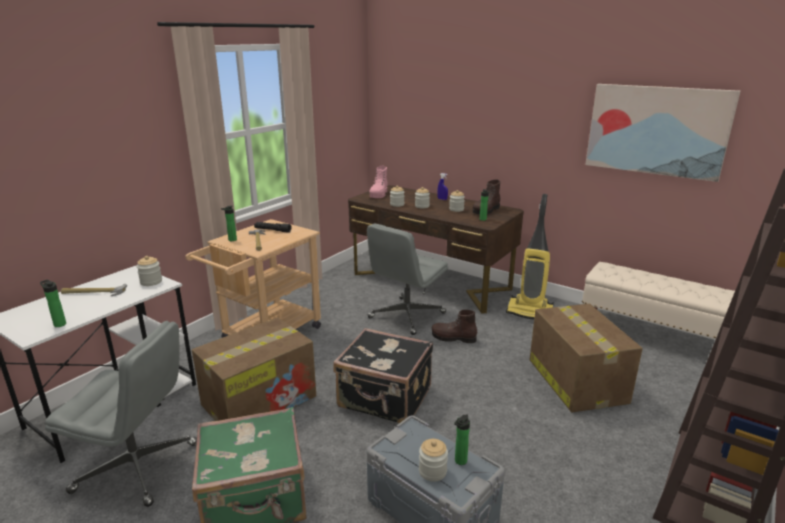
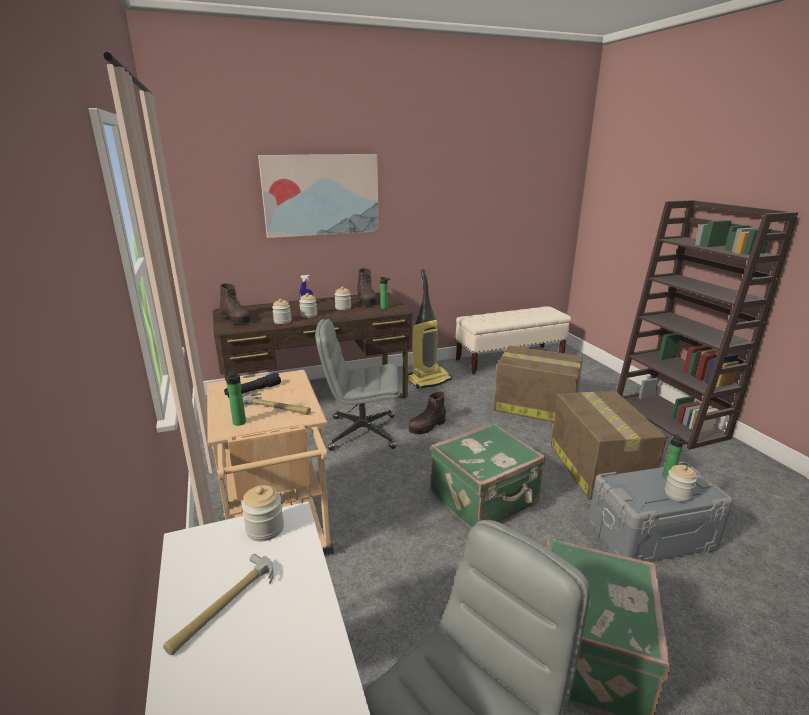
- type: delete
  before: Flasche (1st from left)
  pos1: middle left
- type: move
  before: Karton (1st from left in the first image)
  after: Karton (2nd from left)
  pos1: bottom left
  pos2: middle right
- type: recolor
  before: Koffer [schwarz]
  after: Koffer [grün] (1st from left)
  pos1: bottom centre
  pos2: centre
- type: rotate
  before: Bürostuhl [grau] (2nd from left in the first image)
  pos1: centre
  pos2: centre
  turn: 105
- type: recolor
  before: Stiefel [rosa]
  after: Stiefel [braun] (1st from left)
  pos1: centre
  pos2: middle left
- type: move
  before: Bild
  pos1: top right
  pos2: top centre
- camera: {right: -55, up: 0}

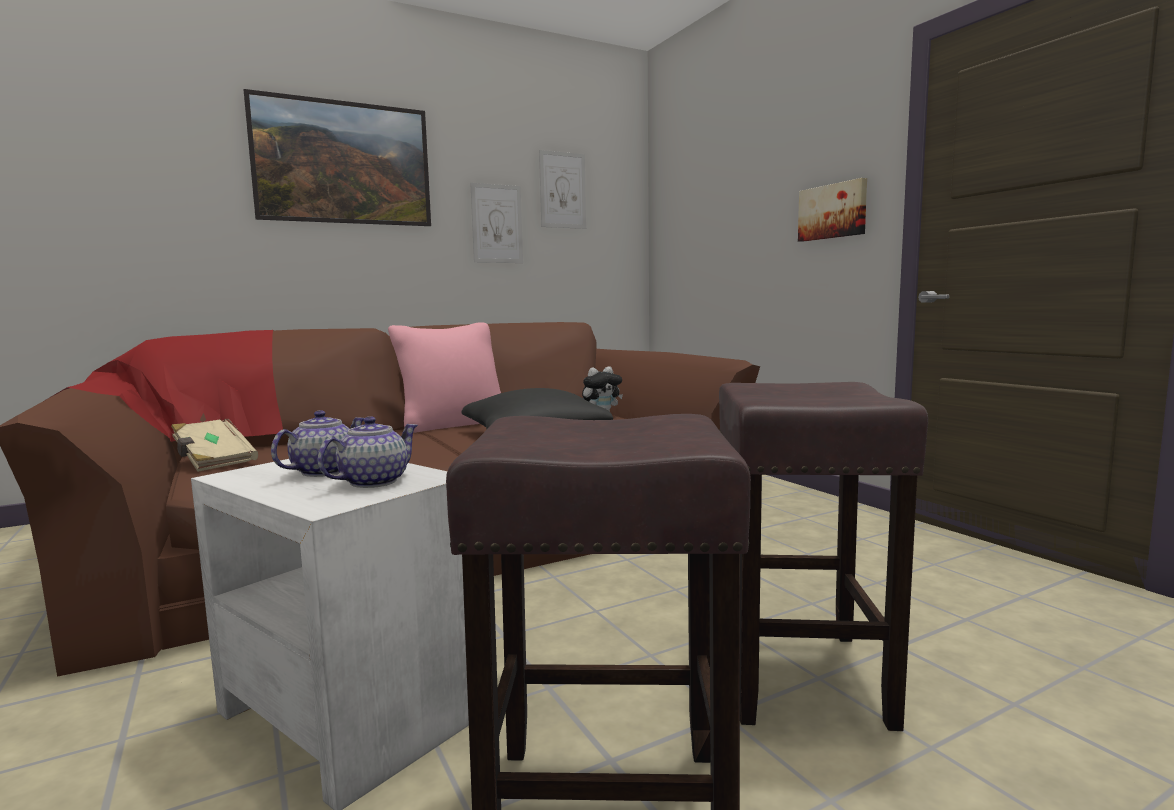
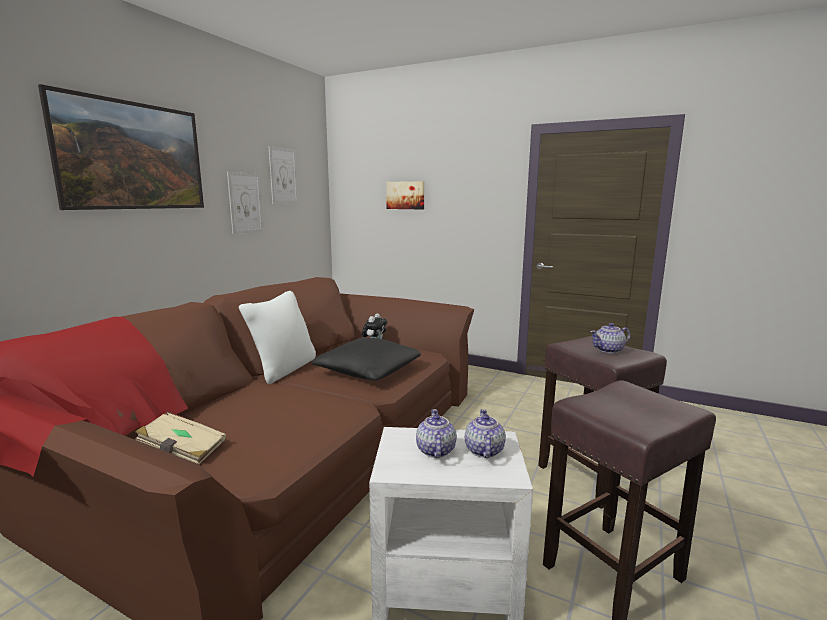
- type: recolor
  before: Kissen [rosa]
  after: Kissen [weiß]
  pos1: centre
  pos2: centre
- type: move
  before: Bild (4th from left)
  pos1: top right
  pos2: top centre
- type: insert
  after: Teekanne (3rd from left)
  pos2: middle right
- camera: {right: -35, up: 5}

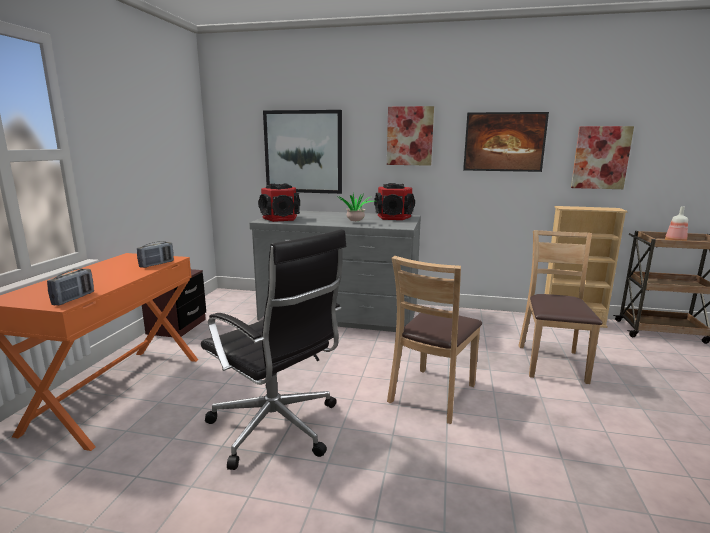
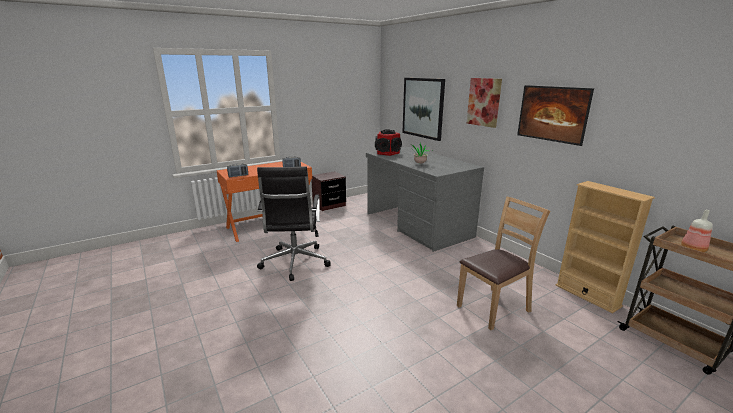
- type: delete
  before: Lautsprecher (2nd from left)
  pos1: centre
- type: delete
  before: Stuhl [braun] (1st from left)
  pos1: centre
- type: delete
  before: Bild (4th from left)
  pos1: top right
- camera: {right: 45, up: 5}

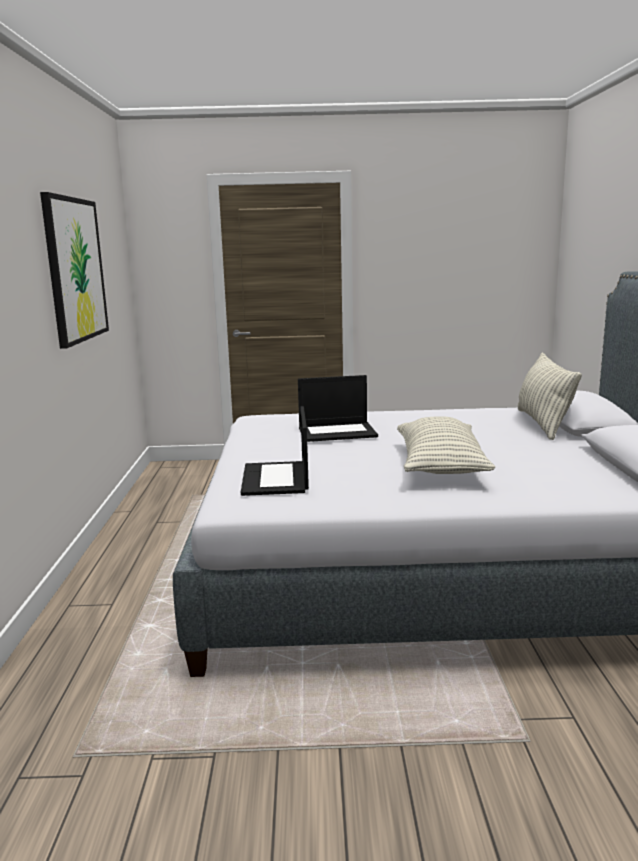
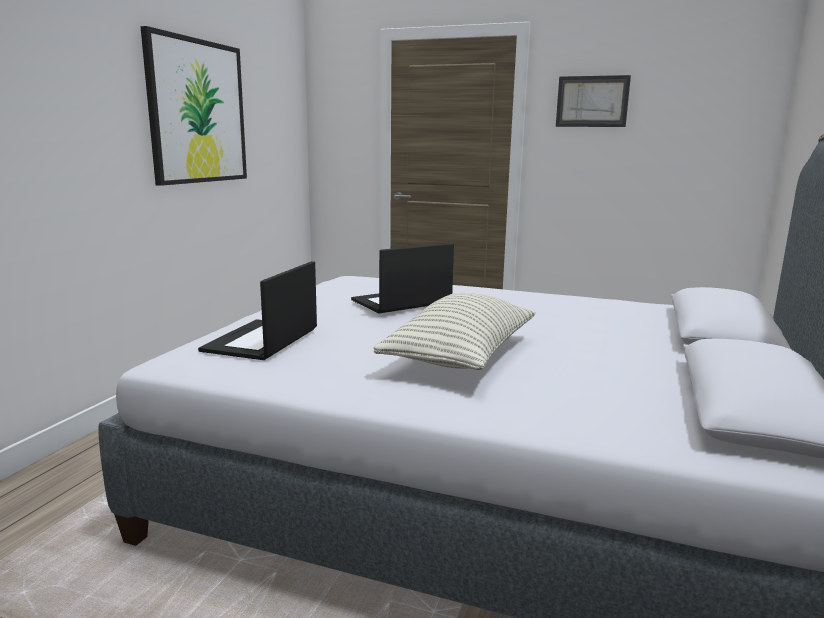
- type: rotate
  before: Laptop (2nd from left)
  pos1: centre
  pos2: centre
  turn: 135
- type: delete
  before: Kissen (2nd from left)
  pos1: middle right
- type: insert
  after: Bild (2nd from left)
  pos2: top right
- camera: {right: 20, up: 0}

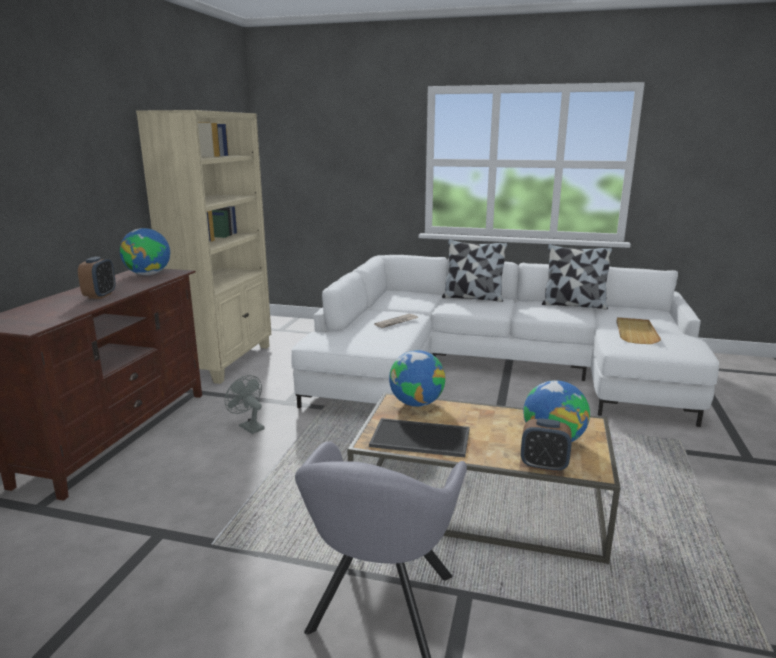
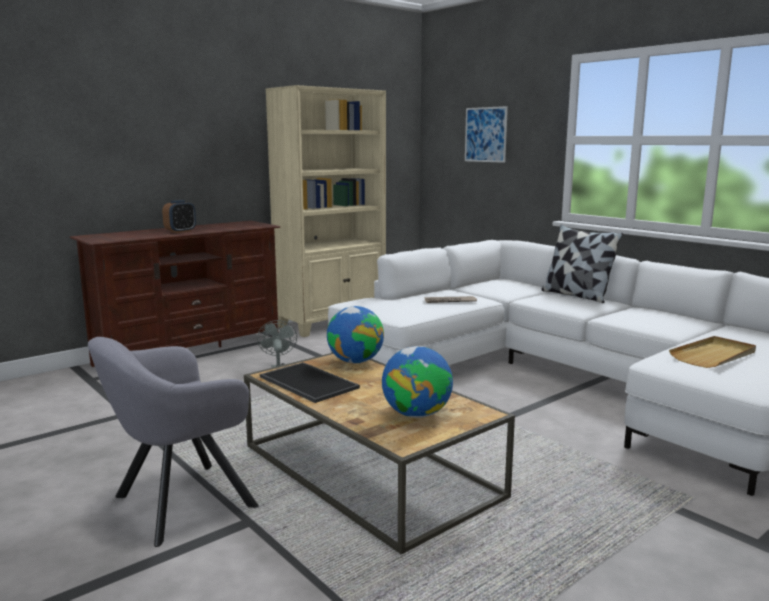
- type: delete
  before: Globus (1st from left)
  pos1: middle left
- type: delete
  before: Wecker (2nd from left)
  pos1: bottom right
- type: delete
  before: Kissen (2nd from left)
  pos1: middle right
- type: insert
  after: Bild
  pos2: top centre
- camera: {right: 35, up: -5}

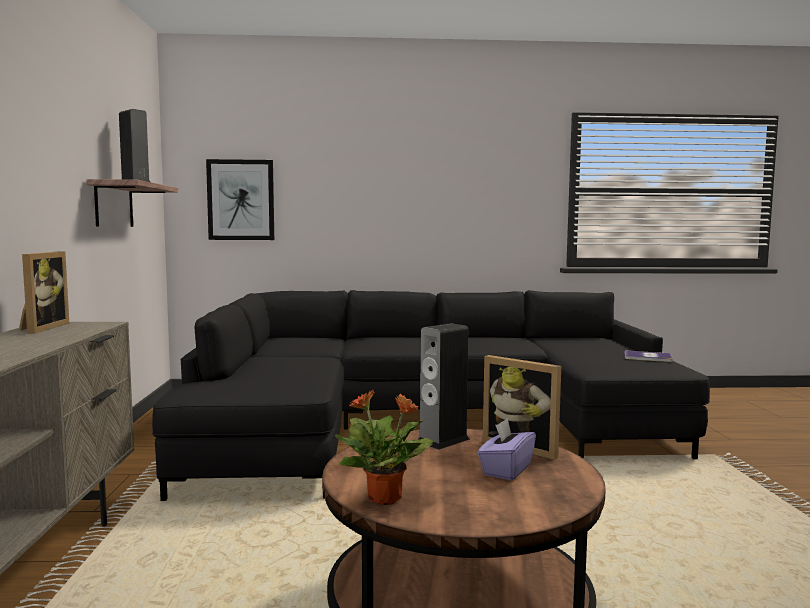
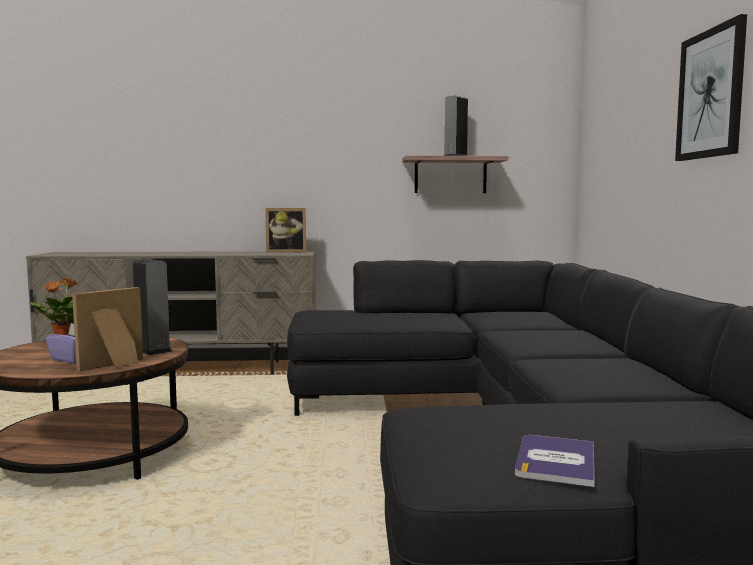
- type: move
  before: Bild
  pos1: top left
  pos2: top right
- camera: {right: 90, up: 0}

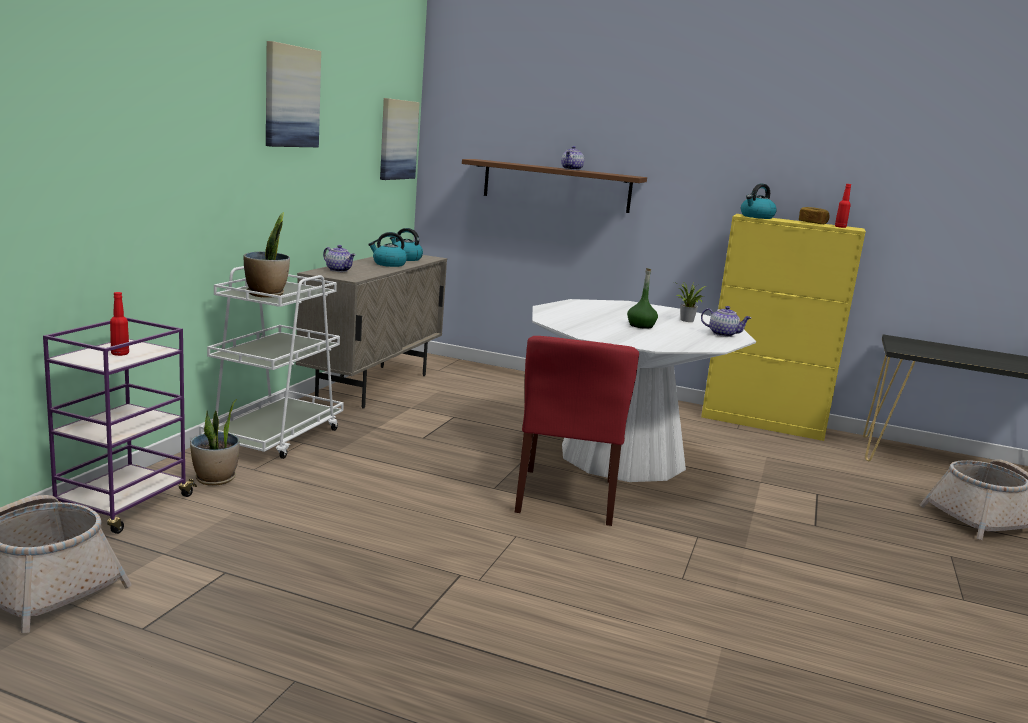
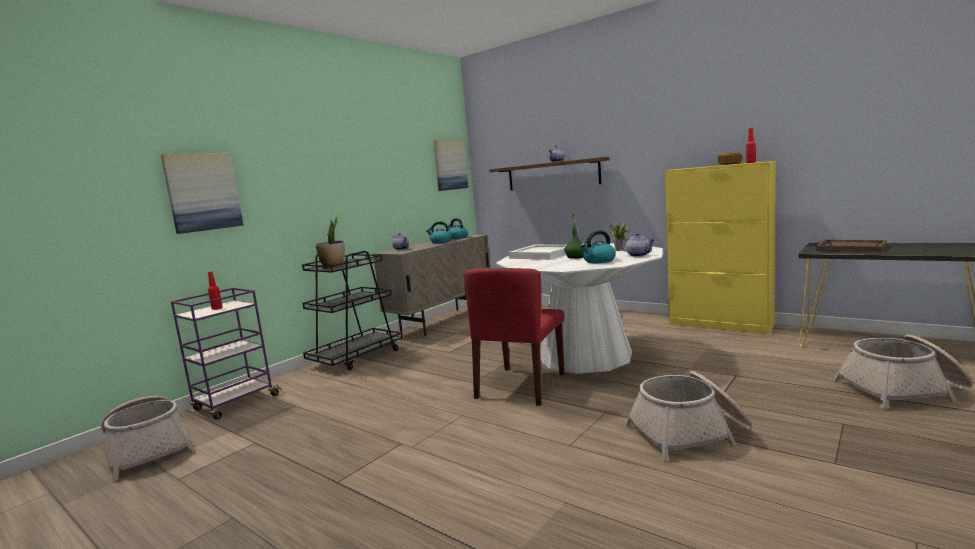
- type: delete
  before: Topfpflanze (1st from left)
  pos1: middle left
- type: recolor
  before: Rollwagen [weiß]
  after: Rollwagen [schwarz]
  pos1: middle left
  pos2: centre
- type: move
  before: Bild (1st from left)
  pos1: top left
  pos2: middle left
- type: move
  before: Wasserkessel (3rd from left)
  pos1: top right
  pos2: centre
- type: insert
  after: Tablett [weiß]
  pos2: centre
- type: insert
  after: Korb (2nd from left)
  pos2: bottom right
- type: insert
  after: Tablett [braun]
  pos2: middle right
- camera: {right: 20, up: -5}

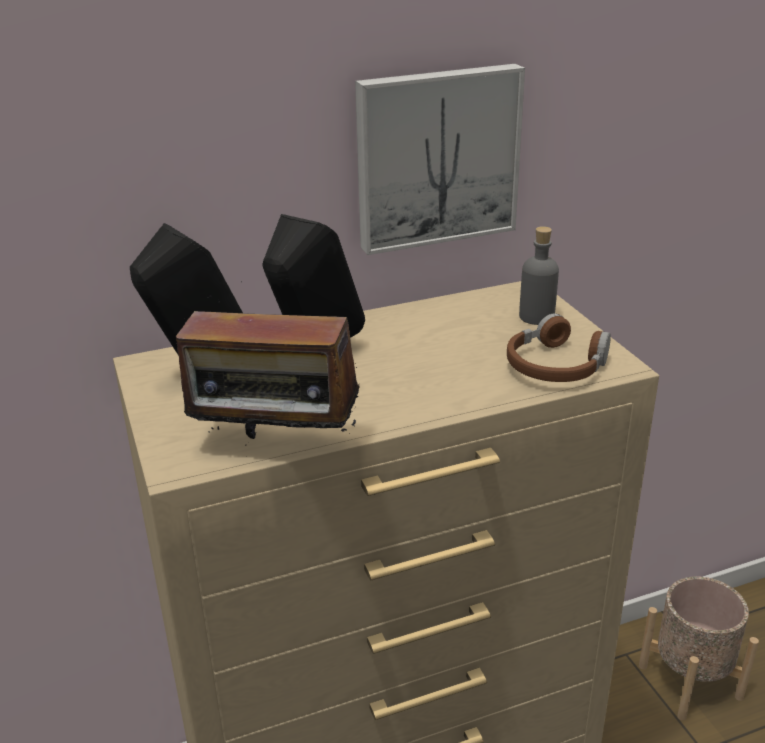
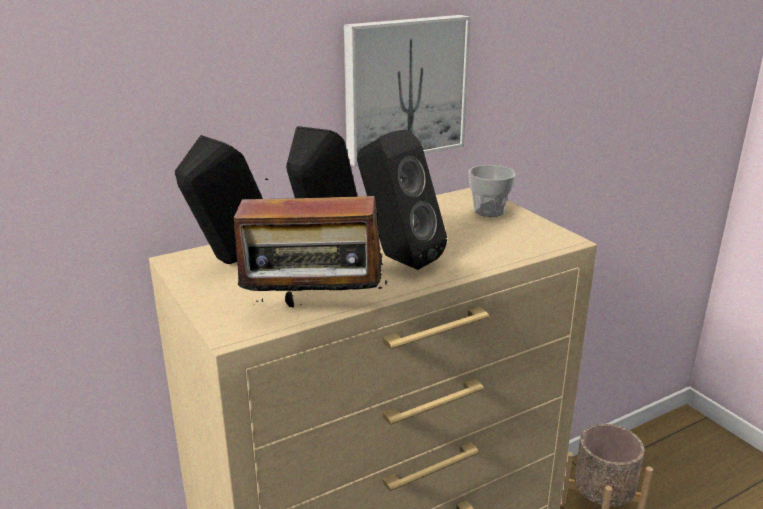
- type: delete
  before: Kopfhörer [braun]
  pos1: middle right
- type: replace
  before: Flasche [grau]
  after: Tasse
  pos1: middle right
  pos2: centre
- type: insert
  after: Lautsprecher [schwarz] (3rd from left)
  pos2: centre
- camera: {right: -10, up: -5}

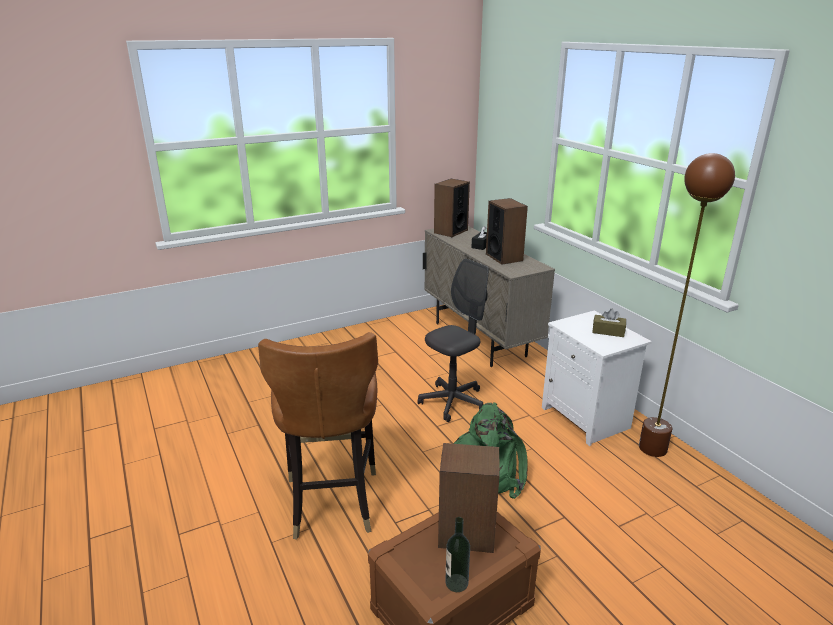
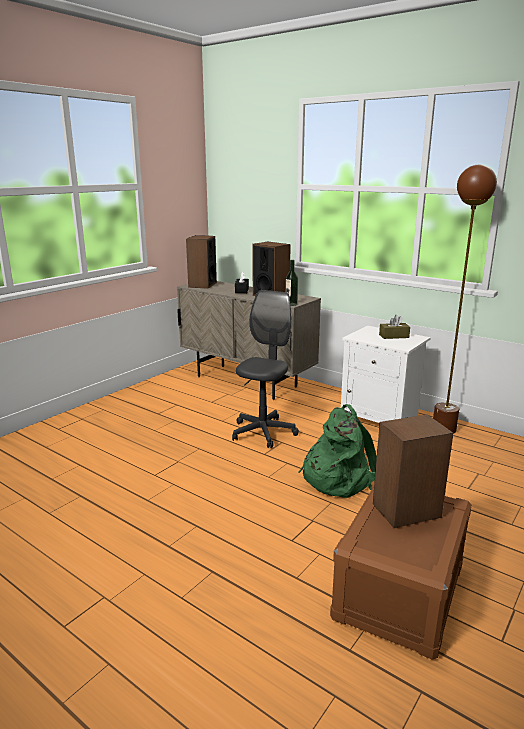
- type: delete
  before: Stuhl [braun]
  pos1: bottom centre
- type: move
  before: Flasche
  pos1: bottom centre
  pos2: centre
- camera: {right: -25, up: -5}

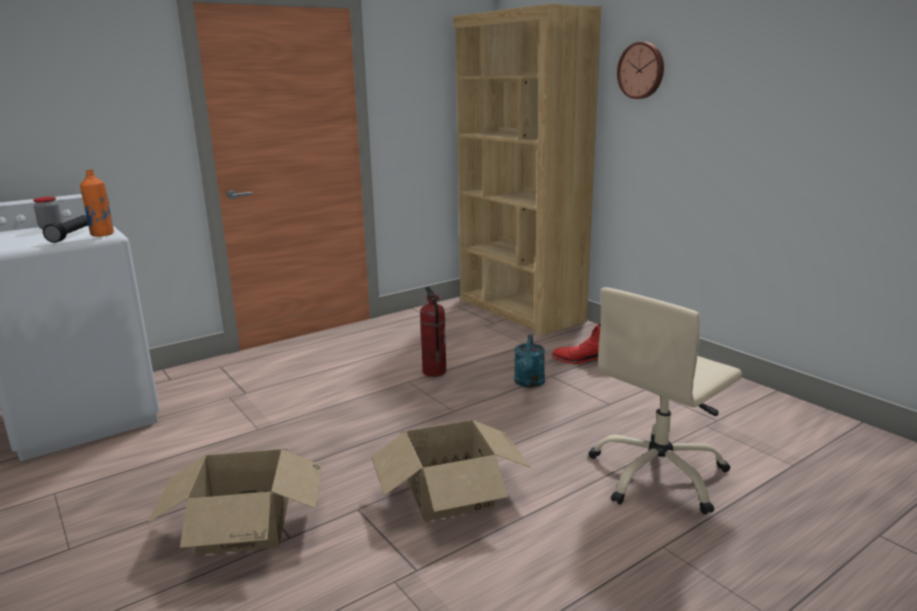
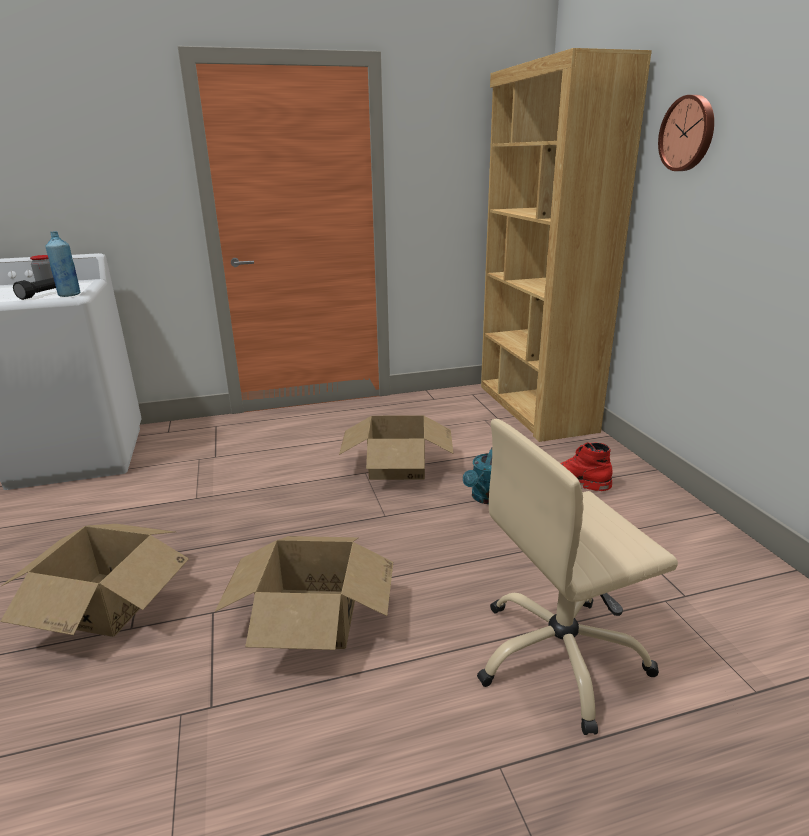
- type: recolor
  before: Flasche [orange]
  after: Flasche [blau]
  pos1: top left
  pos2: top left
- type: replace
  before: Feuerlöscher
  after: Karton (3rd from left)
  pos1: centre
  pos2: centre
- camera: {right: 20, up: 5}

